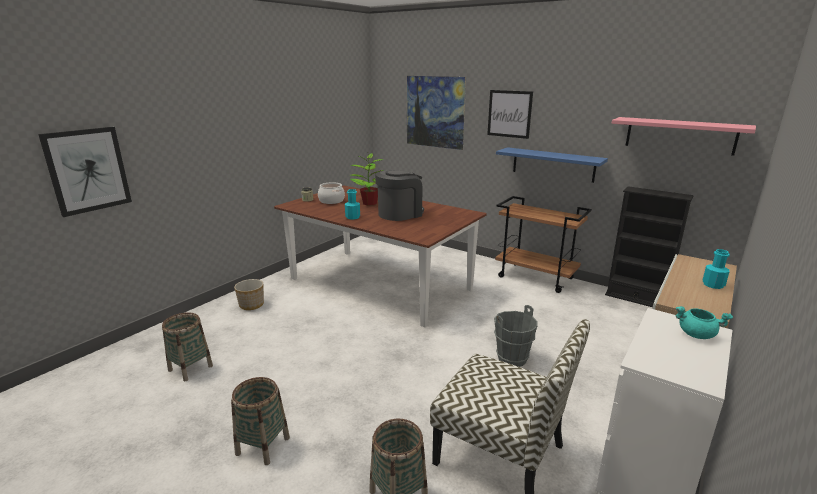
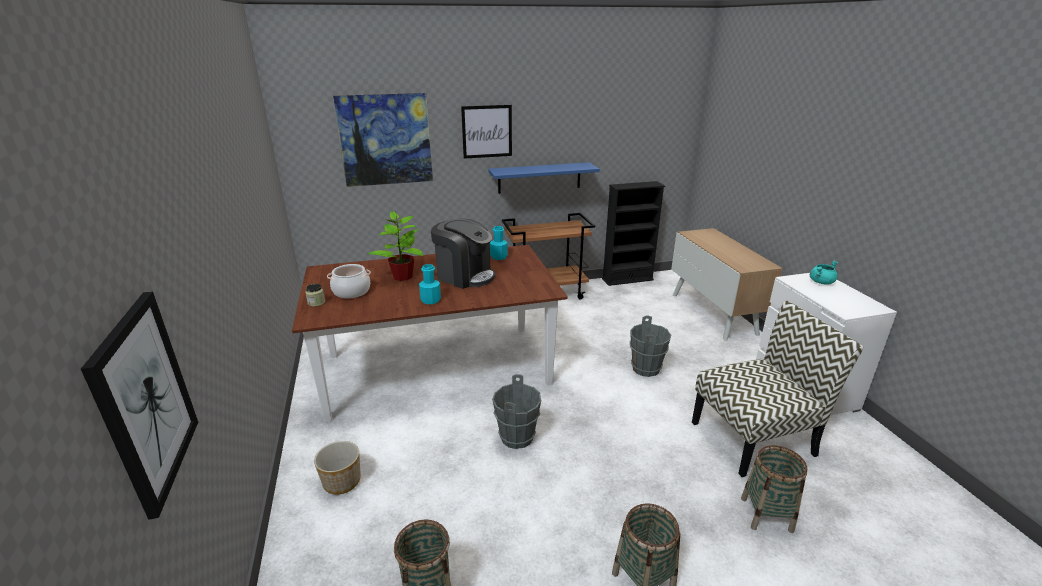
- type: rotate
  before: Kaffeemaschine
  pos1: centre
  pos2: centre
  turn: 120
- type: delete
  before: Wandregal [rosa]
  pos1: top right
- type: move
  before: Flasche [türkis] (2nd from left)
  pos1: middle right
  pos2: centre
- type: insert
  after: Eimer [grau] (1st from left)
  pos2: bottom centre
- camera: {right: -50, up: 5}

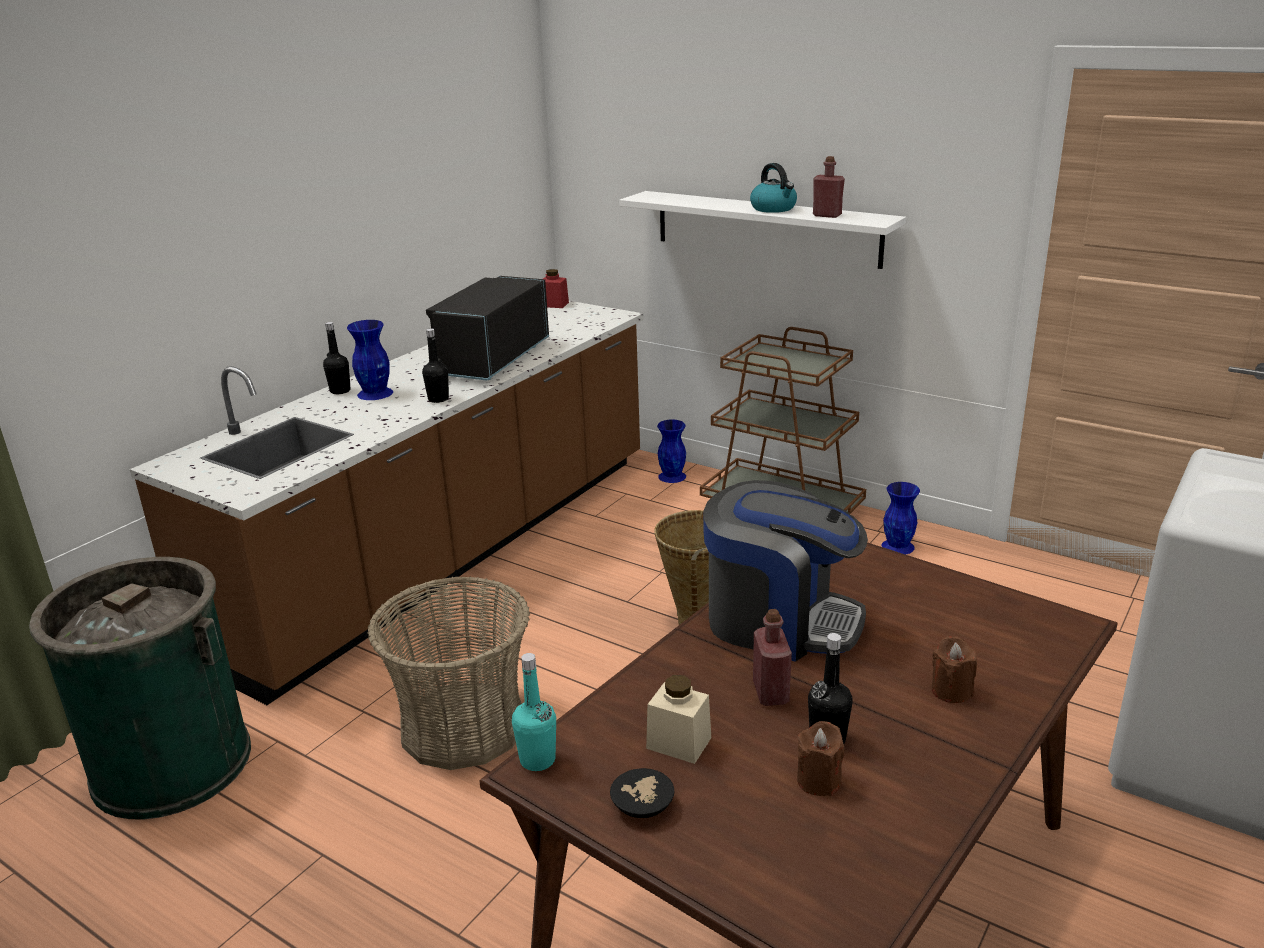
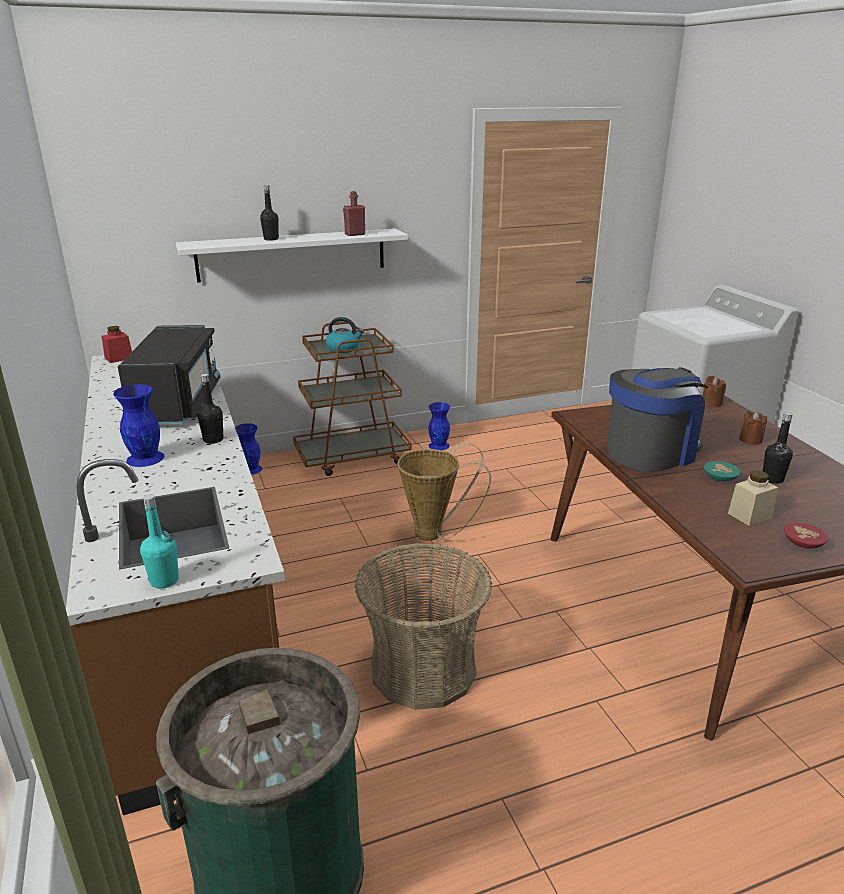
- type: move
  before: Flasche [schwarz] (1st from left in the first image)
  after: Flasche [schwarz] (2nd from left)
  pos1: middle left
  pos2: top left
- type: rotate
  before: Mikrowelle [schwarz]
  pos1: centre
  pos2: middle left
  turn: -150
- type: move
  before: Flasche [türkis]
  pos1: bottom centre
  pos2: middle left
- type: recolor
  before: Schüssel [schwarz]
  after: Schüssel [rot]
  pos1: bottom centre
  pos2: middle right
- type: move
  before: Wasserkessel
  pos1: top centre
  pos2: centre
- type: replace
  before: Flasche [rot] (1st from left)
  after: Schüssel [türkis]
  pos1: bottom centre
  pos2: middle right
- type: move
  before: Kerze [braun] (1st from left)
  pos1: bottom centre
  pos2: middle right
- camera: {right: -55, up: 0}

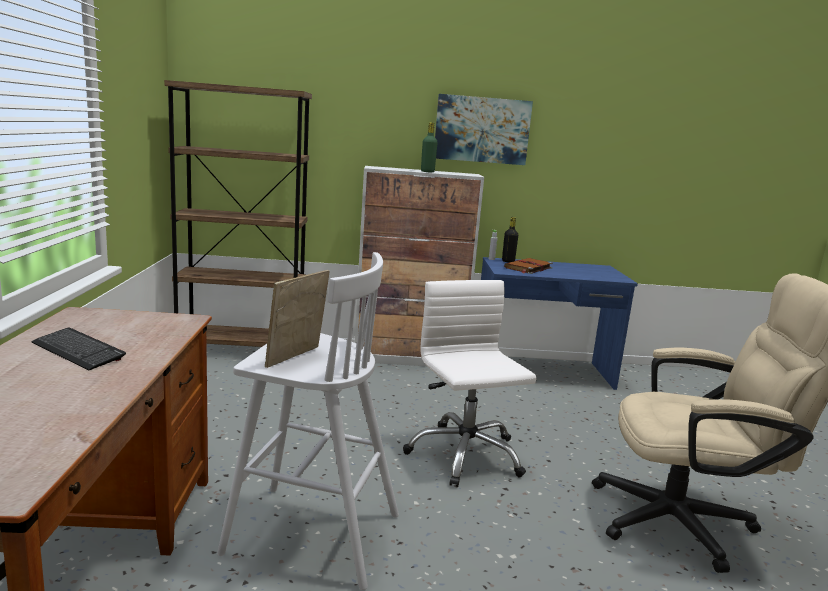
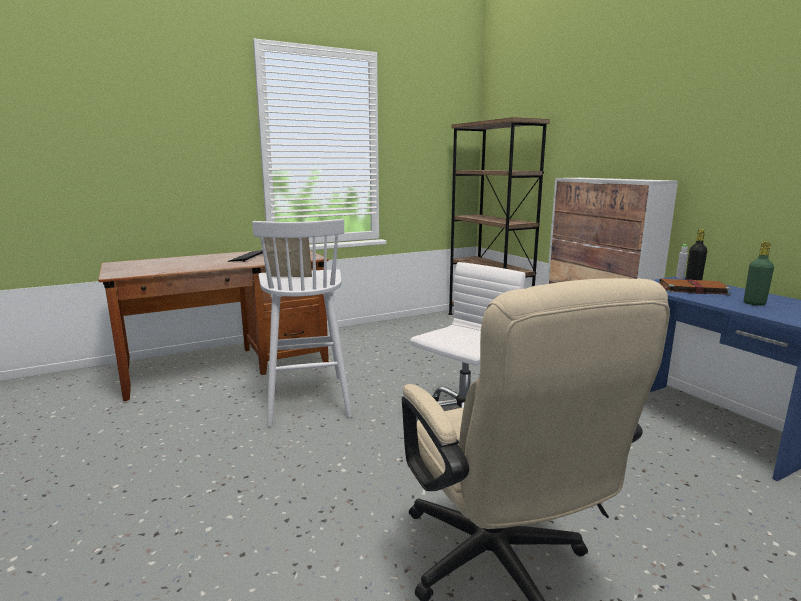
- type: move
  before: Flasche [grün]
  pos1: top centre
  pos2: middle right
- type: delete
  before: Bild
  pos1: top centre
- camera: {right: 65, up: 0}

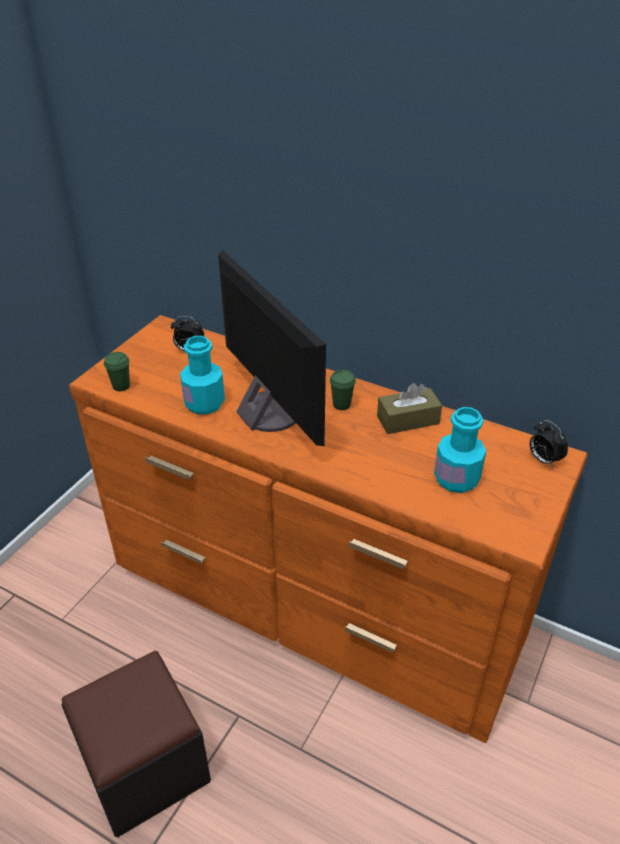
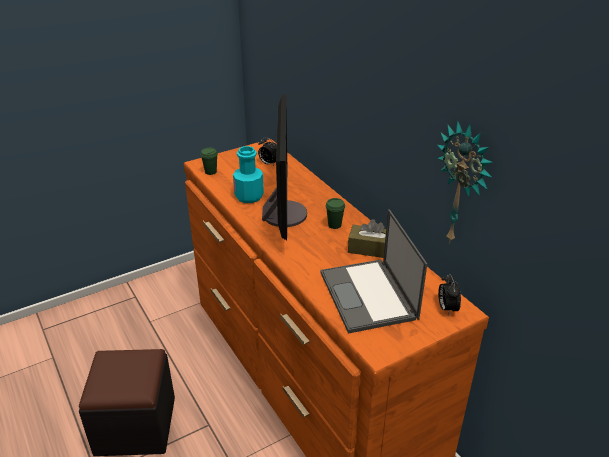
- type: replace
  before: Flasche [türkis] (2nd from left)
  after: Laptop
  pos1: middle right
  pos2: centre
- type: insert
  after: Wanduhr
  pos2: middle right
- camera: {right: 30, up: -5}

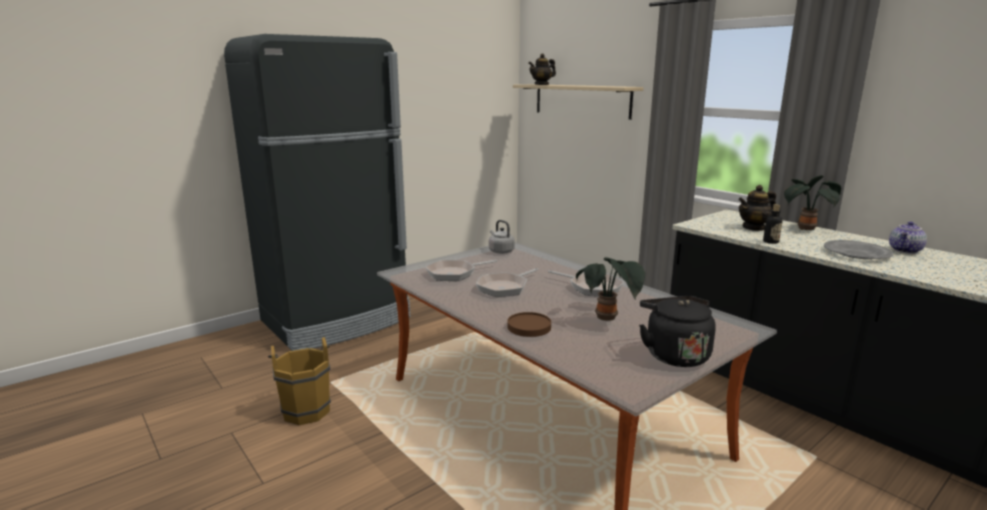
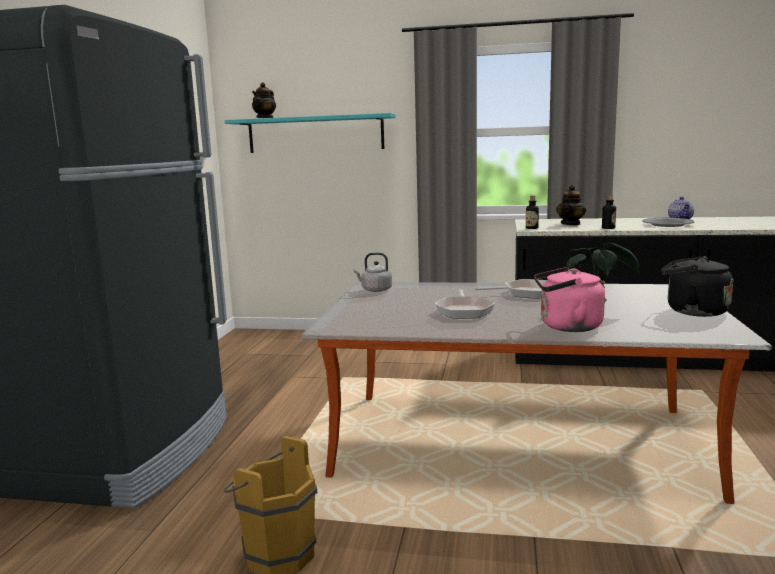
- type: delete
  before: Pfanne (1st from left)
  pos1: centre
- type: replace
  before: Teller [braun]
  after: Wasserkessel [rosa]
  pos1: centre
  pos2: middle right
- type: recolor
  before: Wandregal [beige]
  after: Wandregal [türkis]
  pos1: top centre
  pos2: top centre
- type: delete
  before: Topfpflanze (2nd from left)
  pos1: middle right
- type: insert
  after: Flasche (1st from left)
  pos2: middle right
- camera: {right: -40, up: -5}

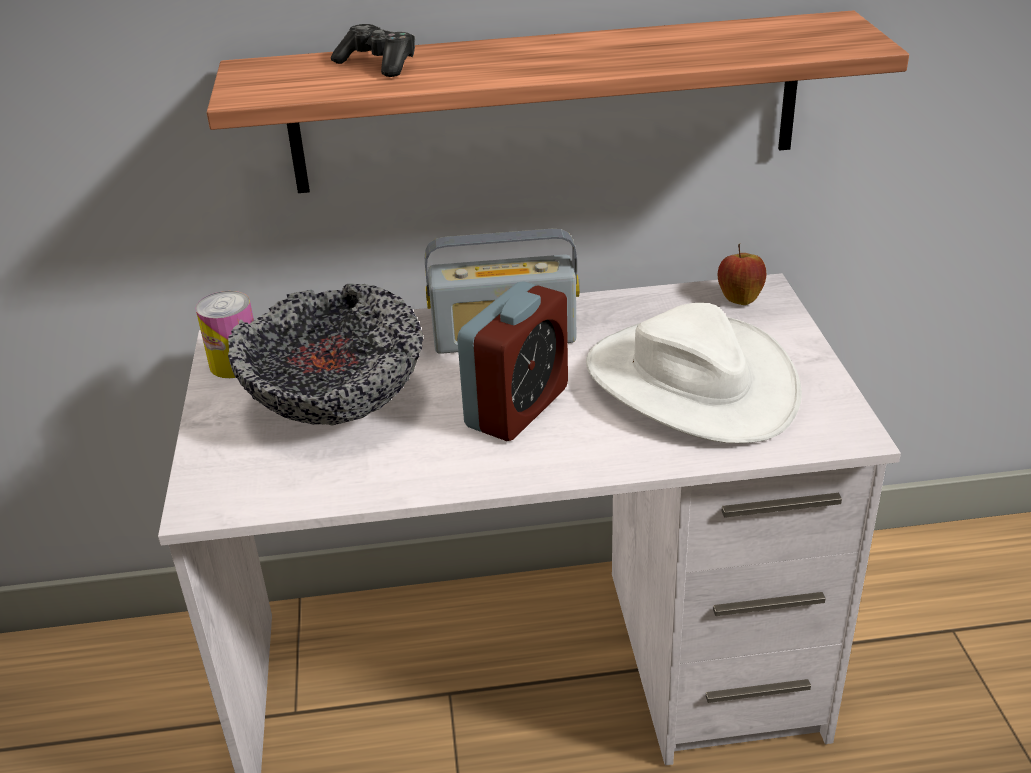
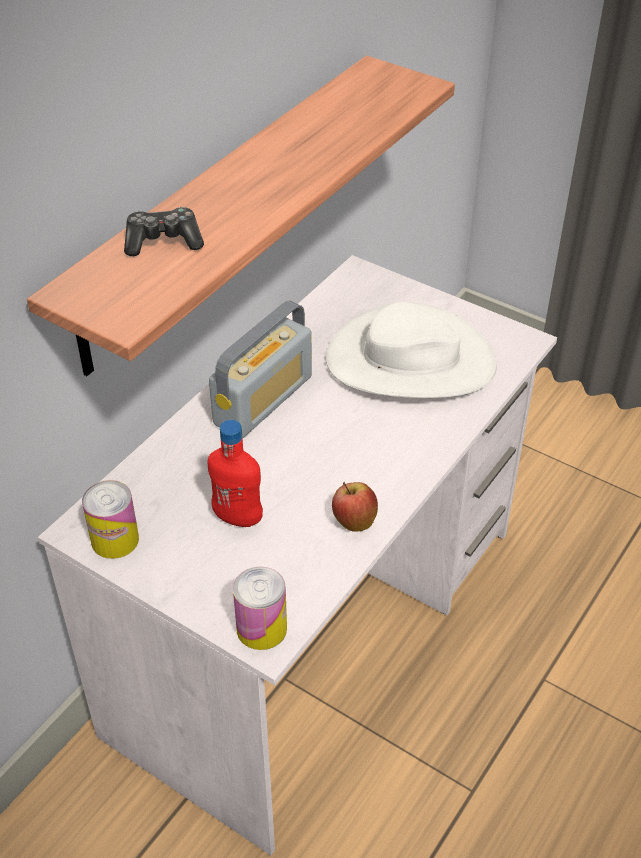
- type: replace
  before: Schüssel
  after: Flasche [rot]
  pos1: middle left
  pos2: centre
- type: delete
  before: Wecker
  pos1: centre
- type: move
  before: Apfel
  pos1: middle right
  pos2: centre
- type: insert
  after: Dose (2nd from left)
  pos2: bottom centre
- camera: {right: -50, up: 10}

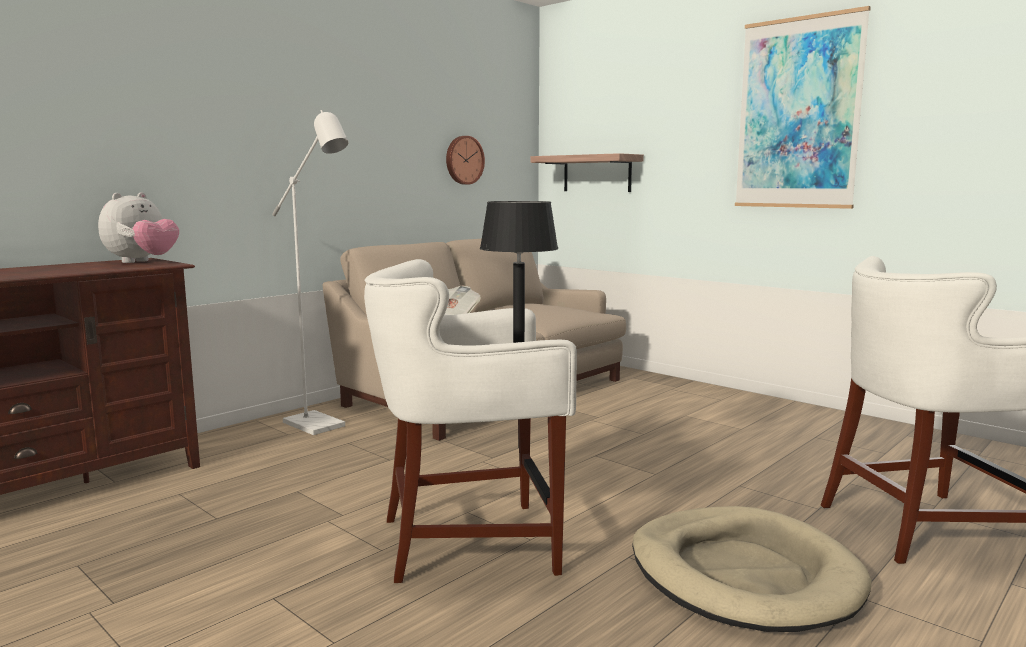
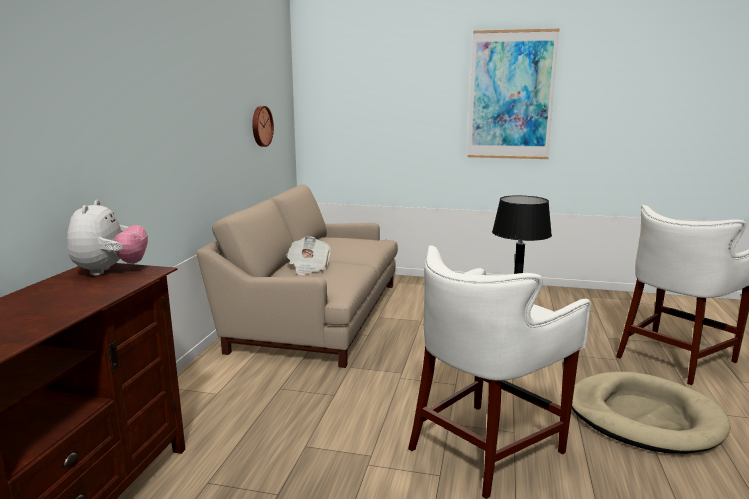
- type: delete
  before: Stehlampe [weiß]
  pos1: middle left
- type: delete
  before: Wandregal
  pos1: top centre
- camera: {right: -30, up: 5}

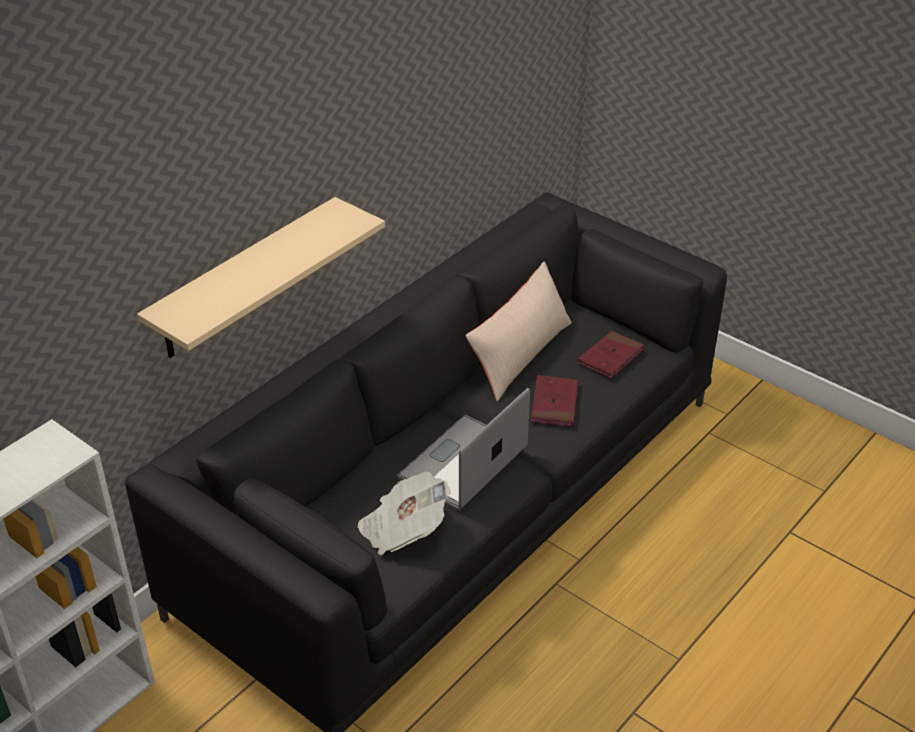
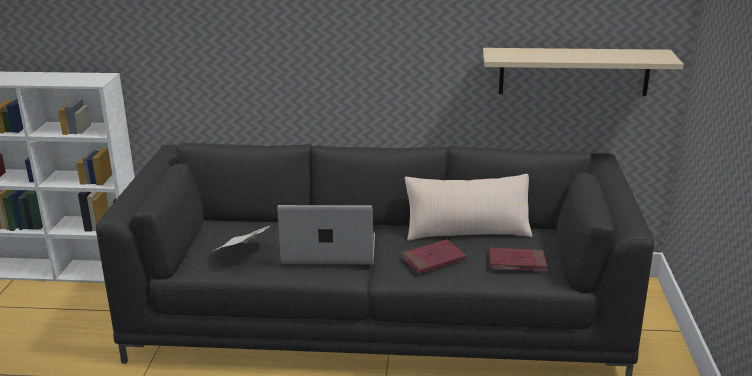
- type: move
  before: Wandregal [beige]
  pos1: middle left
  pos2: top right
- camera: {right: 55, up: -15}

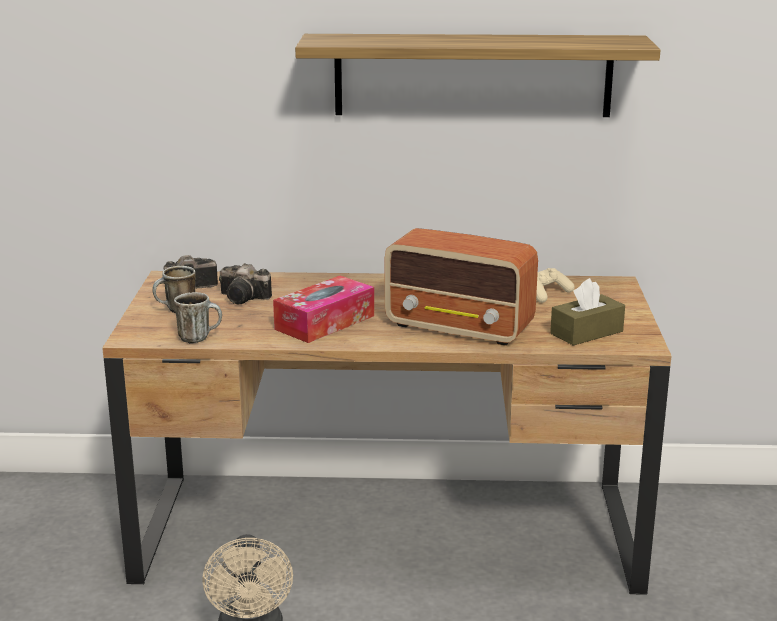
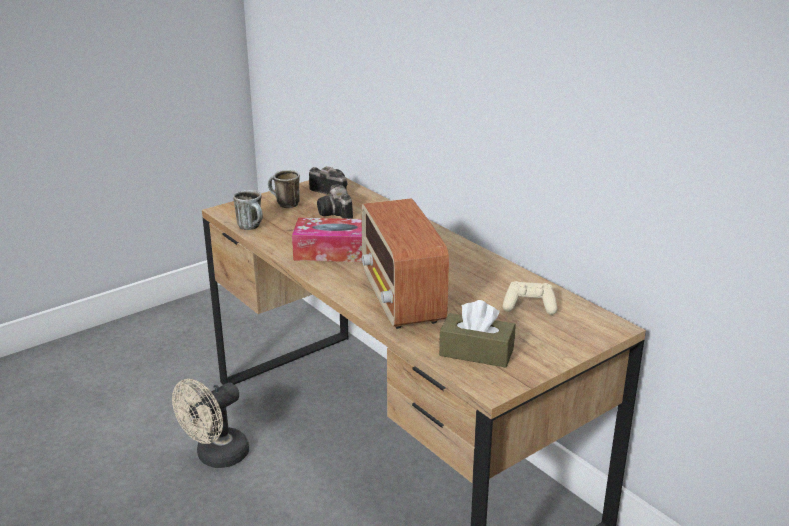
- type: delete
  before: Wandregal
  pos1: top centre
- camera: {right: 50, up: 5}

